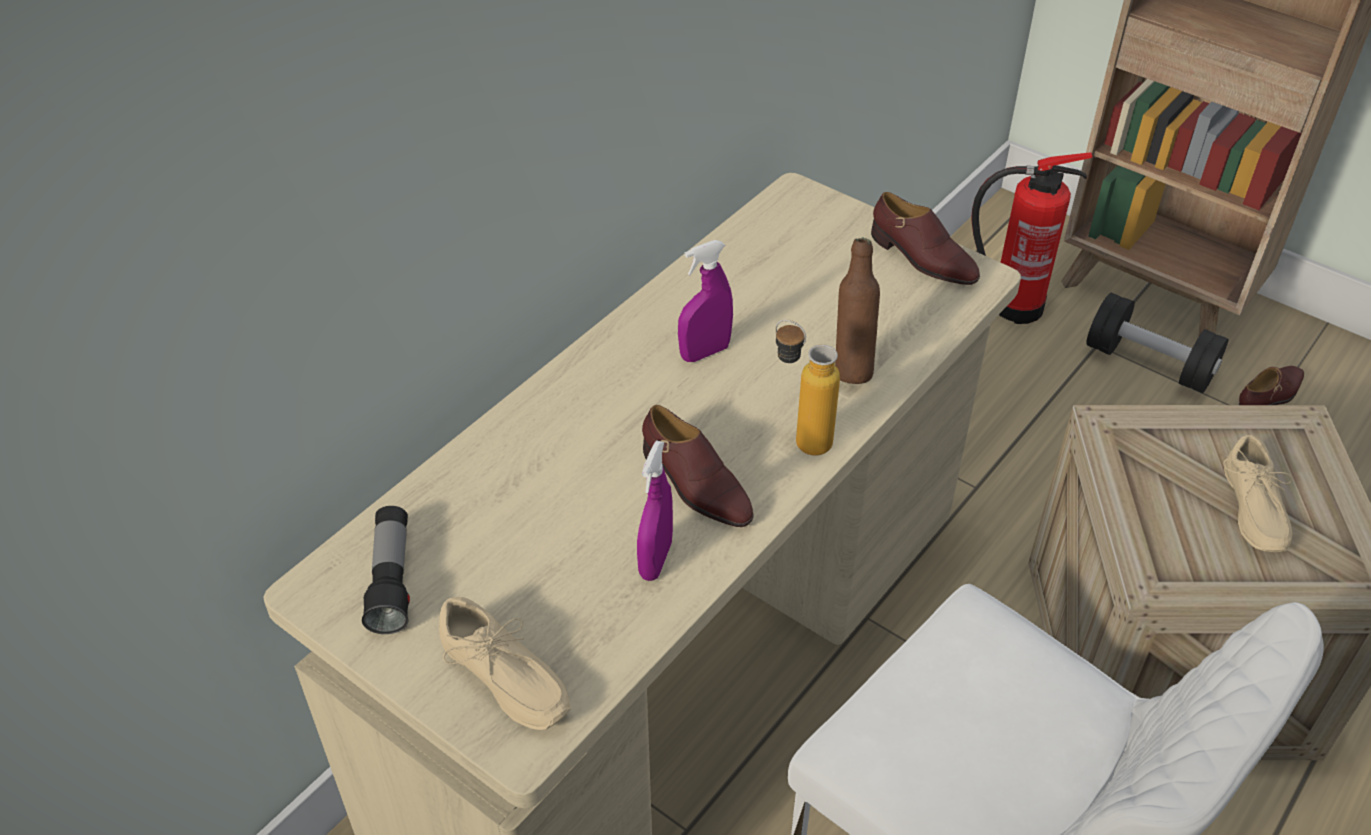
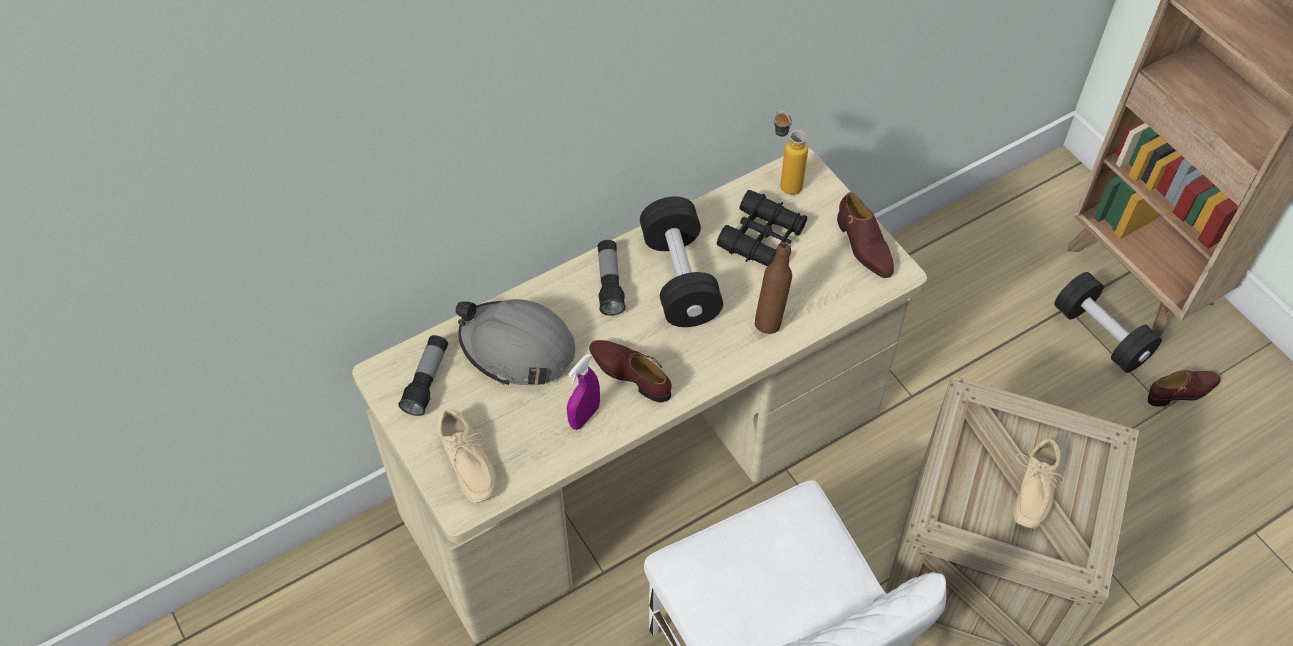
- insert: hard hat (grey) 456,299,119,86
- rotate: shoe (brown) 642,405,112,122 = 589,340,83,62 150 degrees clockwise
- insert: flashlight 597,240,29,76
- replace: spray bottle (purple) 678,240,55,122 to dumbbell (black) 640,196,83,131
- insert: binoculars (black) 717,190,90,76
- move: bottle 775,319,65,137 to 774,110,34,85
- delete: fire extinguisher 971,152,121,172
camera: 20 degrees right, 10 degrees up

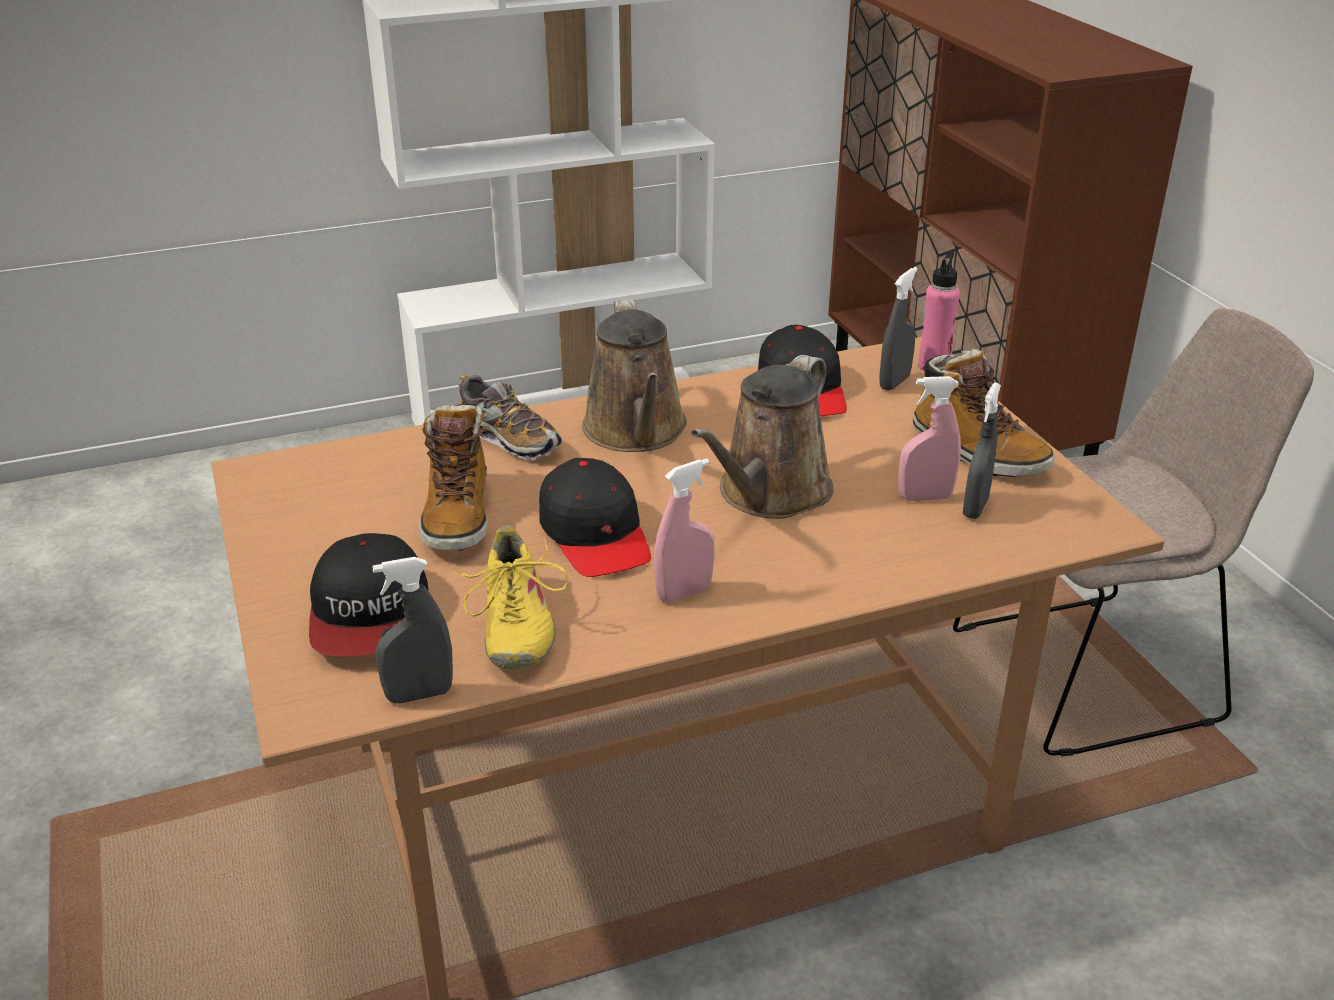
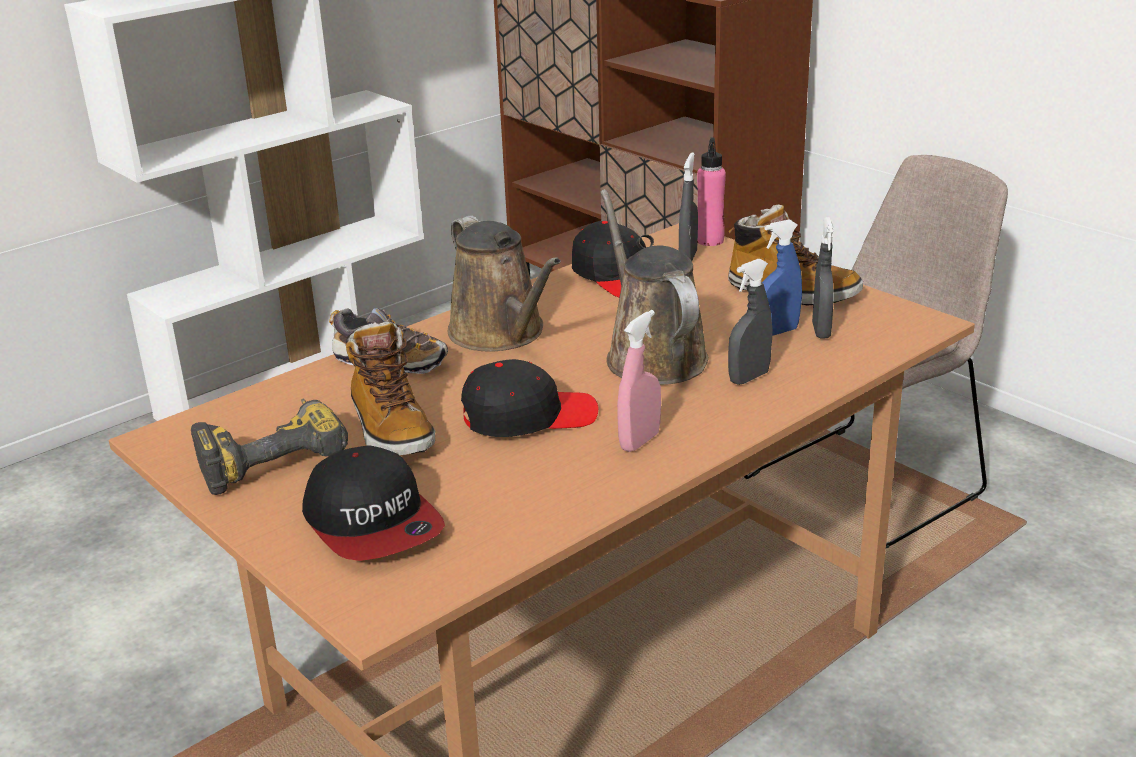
- insert: power drill 191,398,157,97
- rotate: cap (black) 539,458,112,119 = 461,359,137,78 60 degrees counterclockwise
- rotate: watering can (brown) 691,355,142,164 = 600,189,109,196 150 degrees clockwise
- move: spray bottle (grey) 372,557,81,147 to 728,259,44,126
- recolor: spray bottle (pink) 898,376,63,125 to spray bottle (blue) 762,220,40,116
- delete: shoe (yellow) 452,525,117,144
camera: 20 degrees left, 5 degrees down

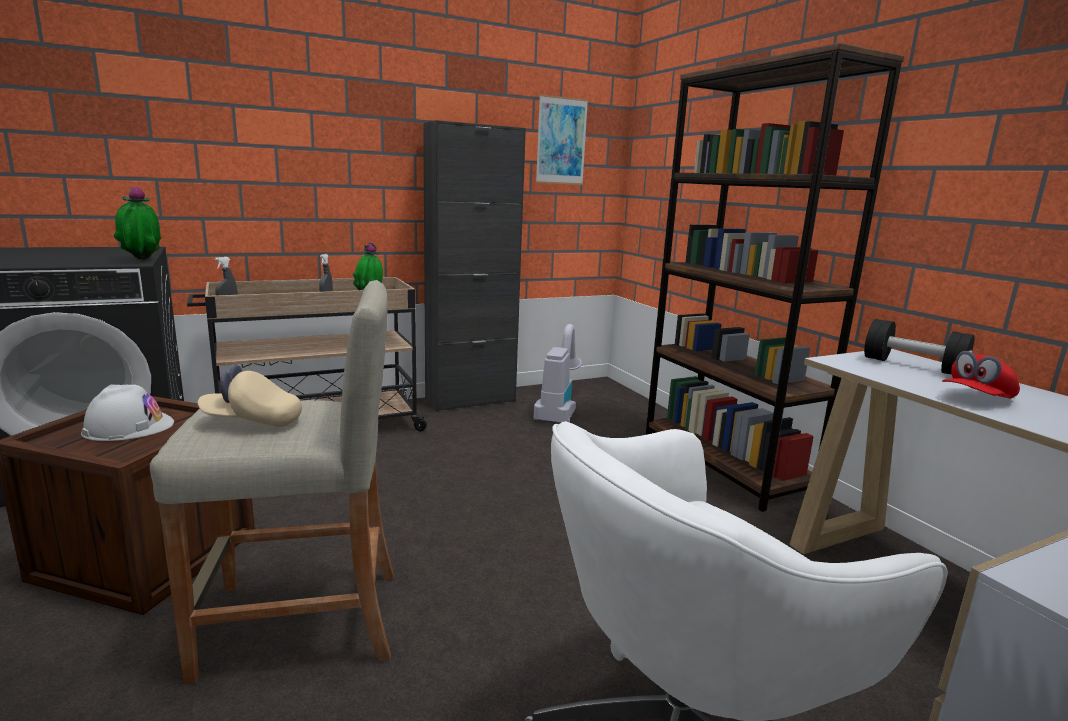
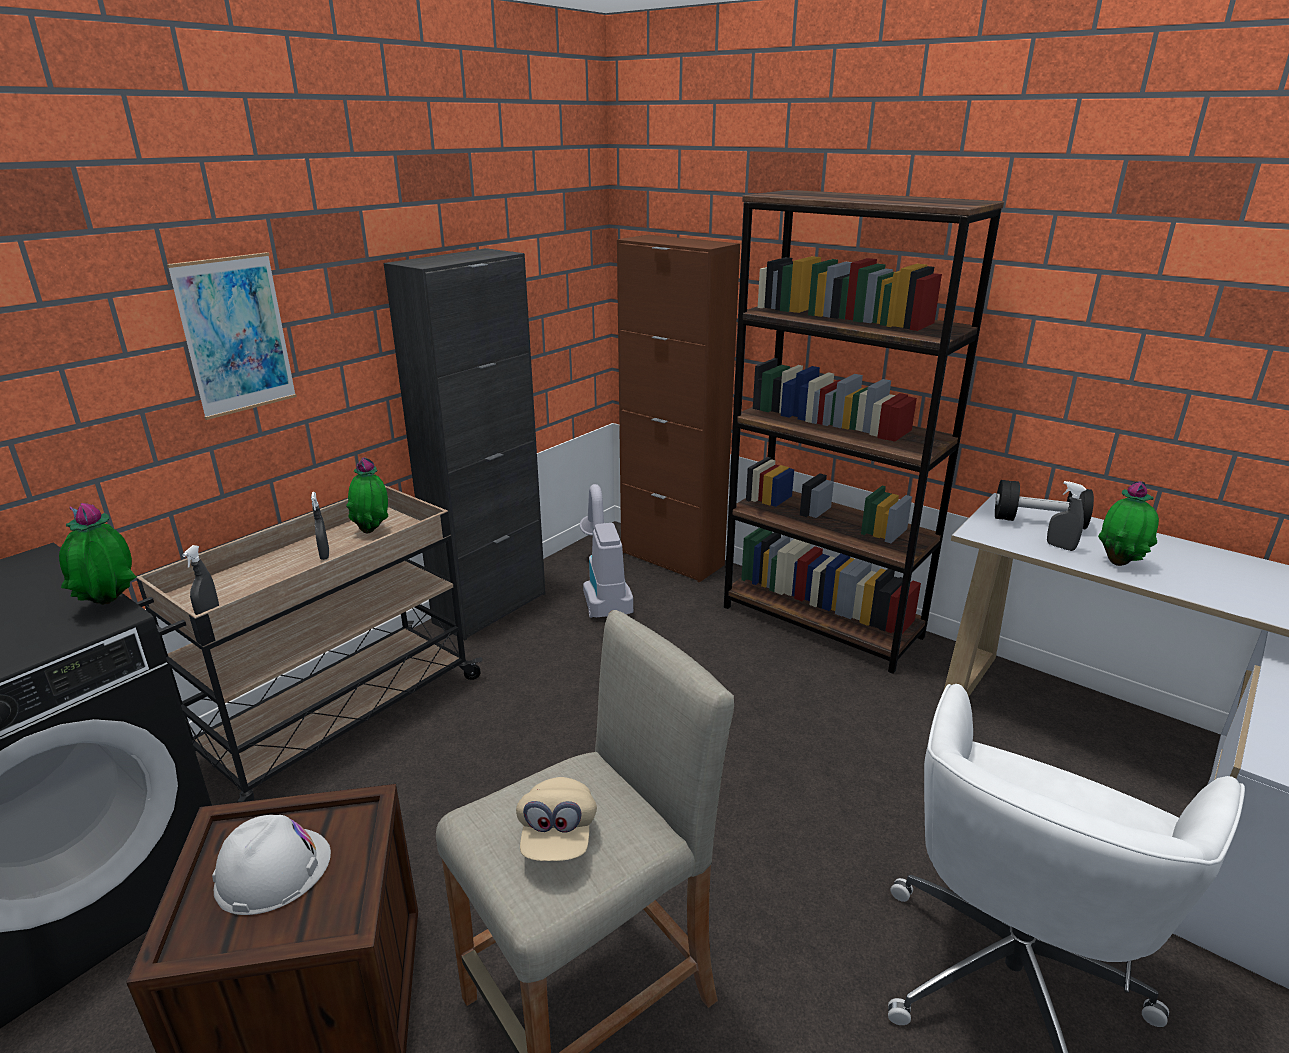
- move: picture 536,94,52,91 to 167,252,130,168
- rotate: cap (beige) 198,365,104,62 = 516,777,81,84 60 degrees counterclockwise
- insert: cabinet (brown) 617,235,123,347
- insert: spray bottle (grey) 1047,481,39,70
- replace: cap (red) 942,351,78,47 to potted plant 1098,481,61,85
camera: 25 degrees left, 10 degrees up

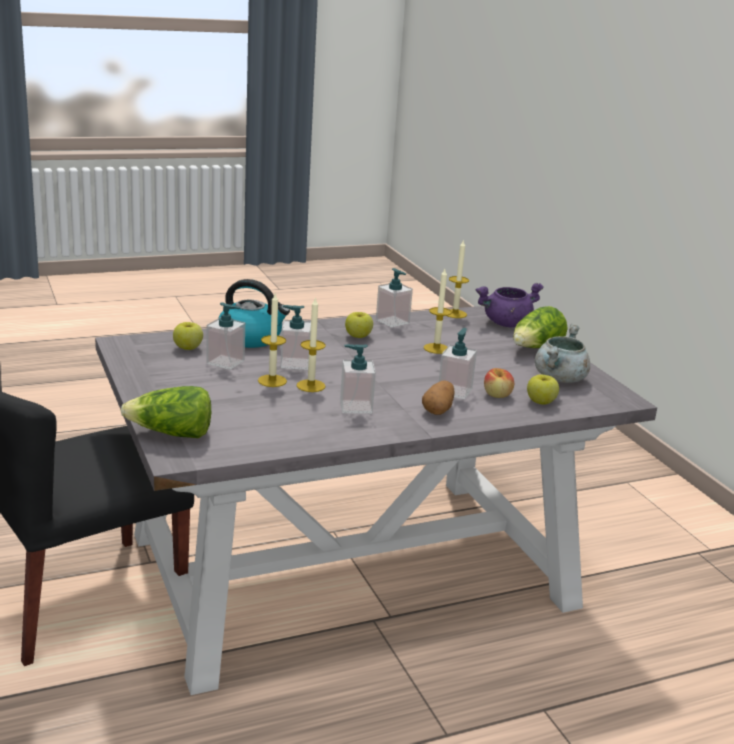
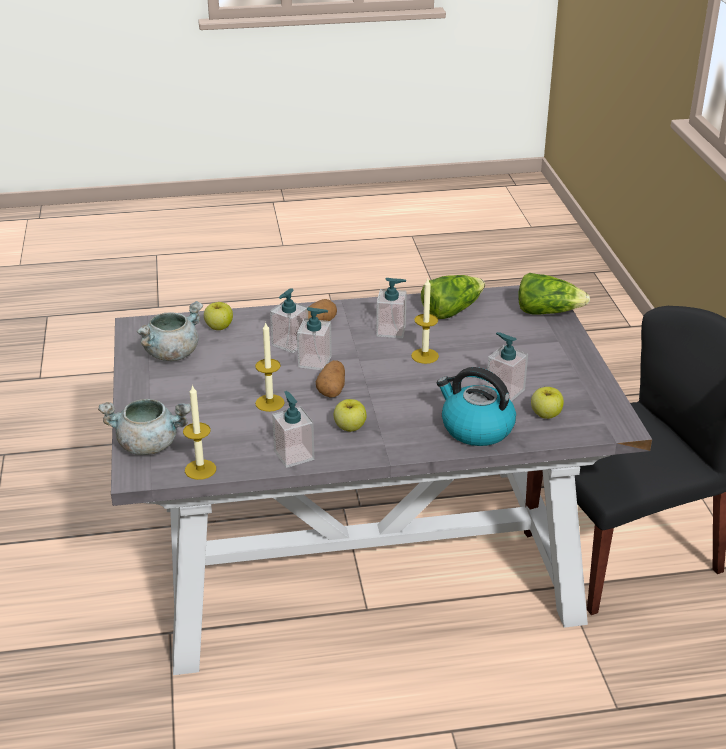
- recolor: cooking pot (purple) 475,283,69,44 to cooking pot (grey) 98,399,93,56
- move: soap dispenser 281,305,30,65 to 297,307,35,63
- insert: potato 316,360,29,38
- move: lettuce 513,306,55,42 to 421,275,64,44
- delete: candle 258,294,29,93
- delete: apple 484,368,30,30
camera: 165 degrees left, 10 degrees up

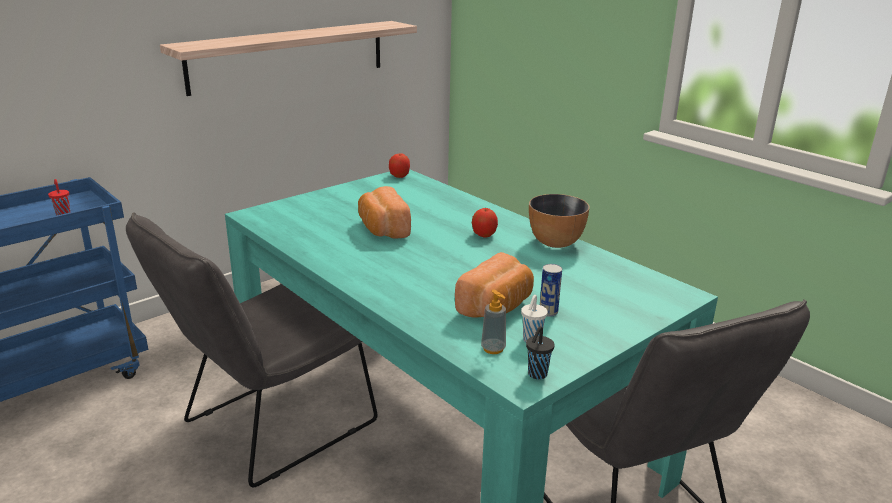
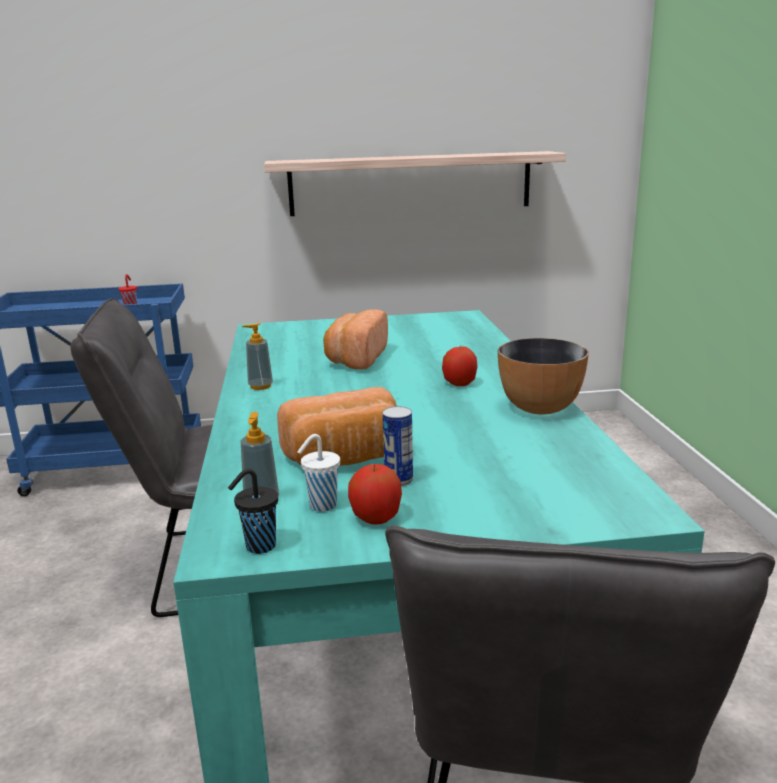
- insert: soap dispenser 242,323,31,67
- move: apple 389,153,21,25 to 348,464,54,61
camera: 35 degrees right, 5 degrees down

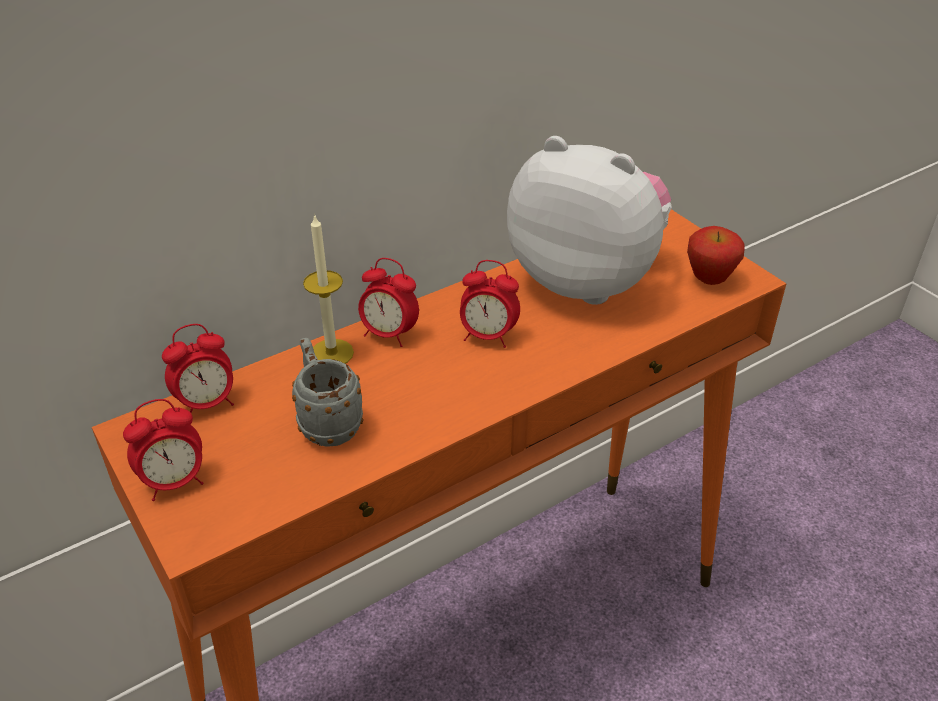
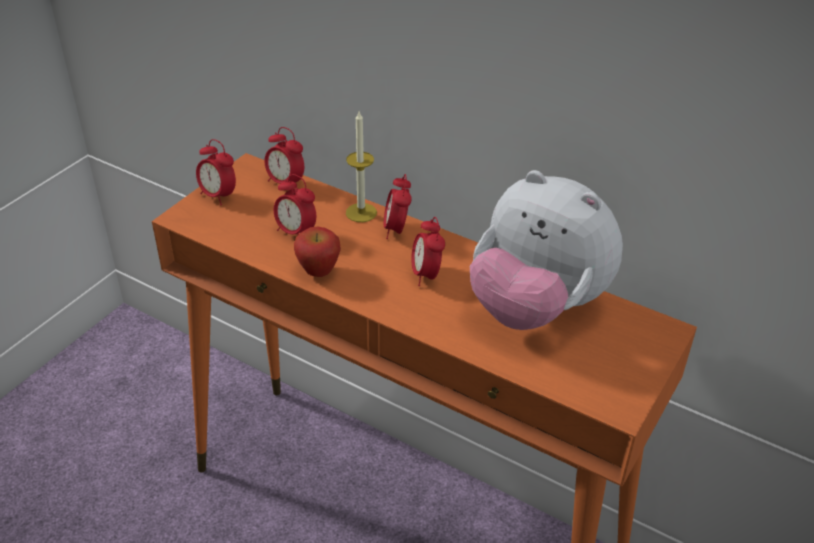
- replace: mug (grey) 292,338,71,109 to alarm clock 274,174,42,61
- move: apple 687,226,58,59 to 294,226,47,51
- rotate: plush toy 507,136,165,169 = 470,170,153,160 120 degrees clockwise
camera: 65 degrees right, 0 degrees up

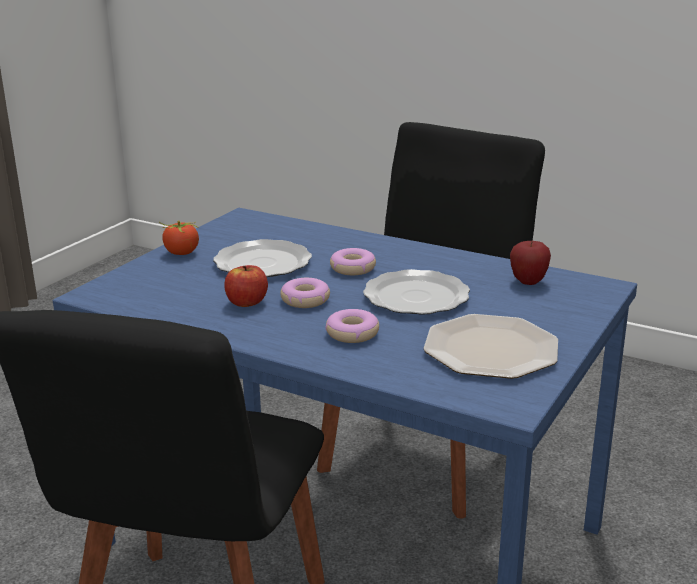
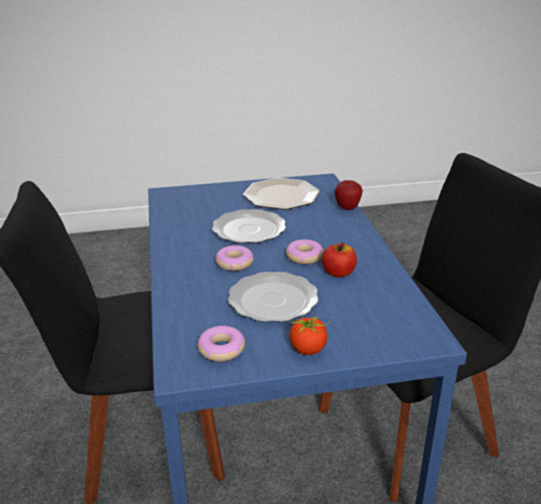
- move: donut 325,309,54,34 to 197,326,48,36
- move: apple 510,241,41,44 to 334,180,29,30
camera: 130 degrees left, 5 degrees up

